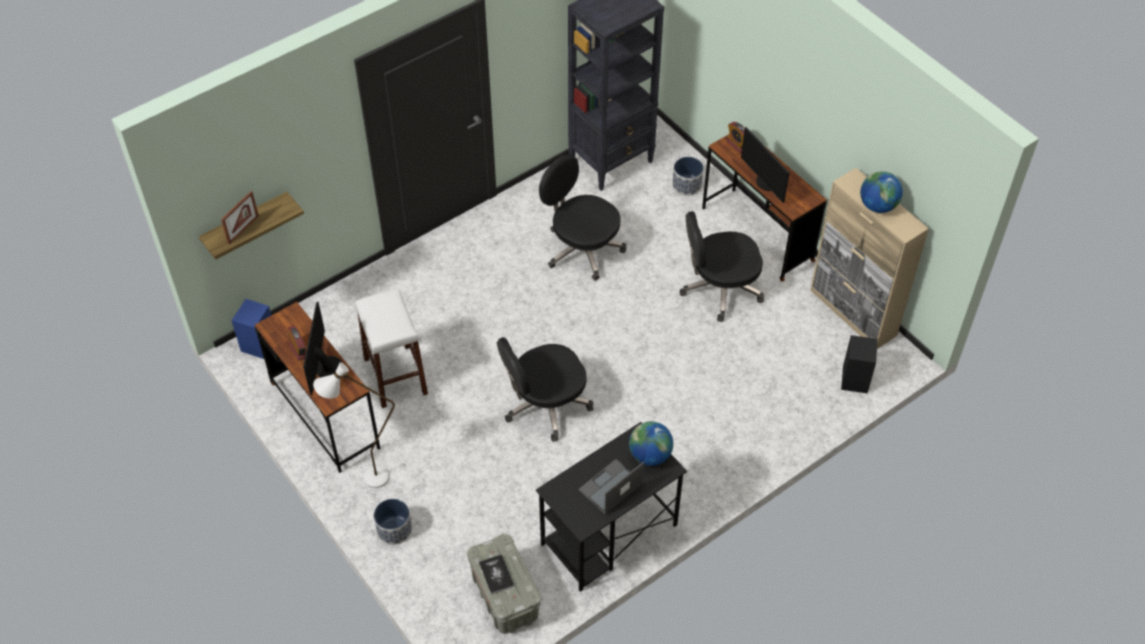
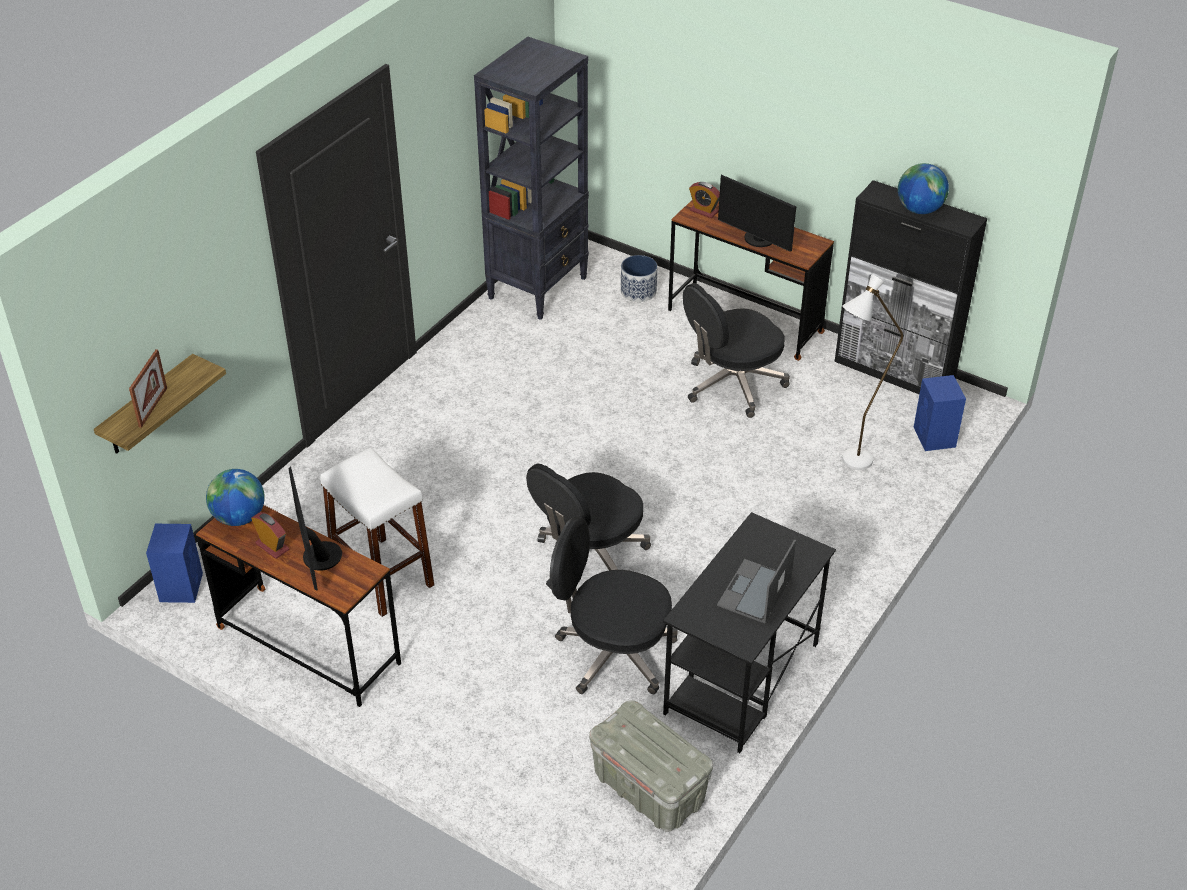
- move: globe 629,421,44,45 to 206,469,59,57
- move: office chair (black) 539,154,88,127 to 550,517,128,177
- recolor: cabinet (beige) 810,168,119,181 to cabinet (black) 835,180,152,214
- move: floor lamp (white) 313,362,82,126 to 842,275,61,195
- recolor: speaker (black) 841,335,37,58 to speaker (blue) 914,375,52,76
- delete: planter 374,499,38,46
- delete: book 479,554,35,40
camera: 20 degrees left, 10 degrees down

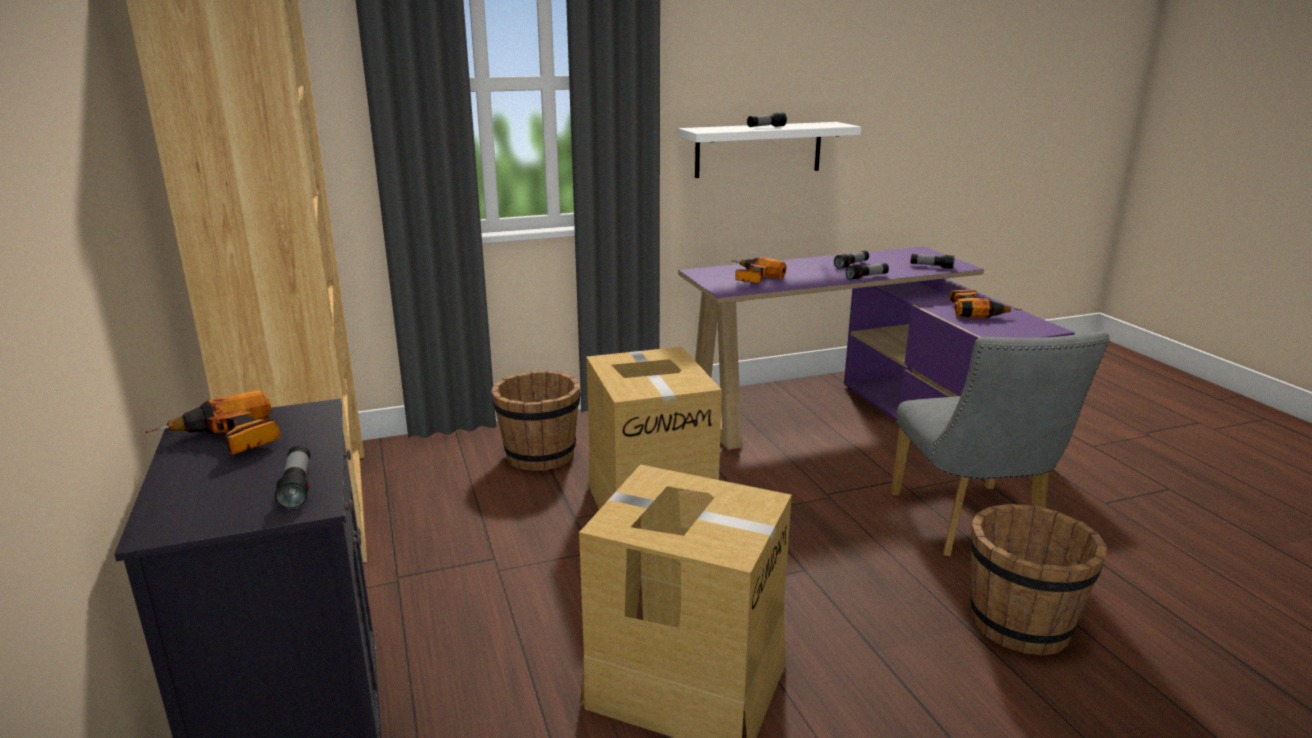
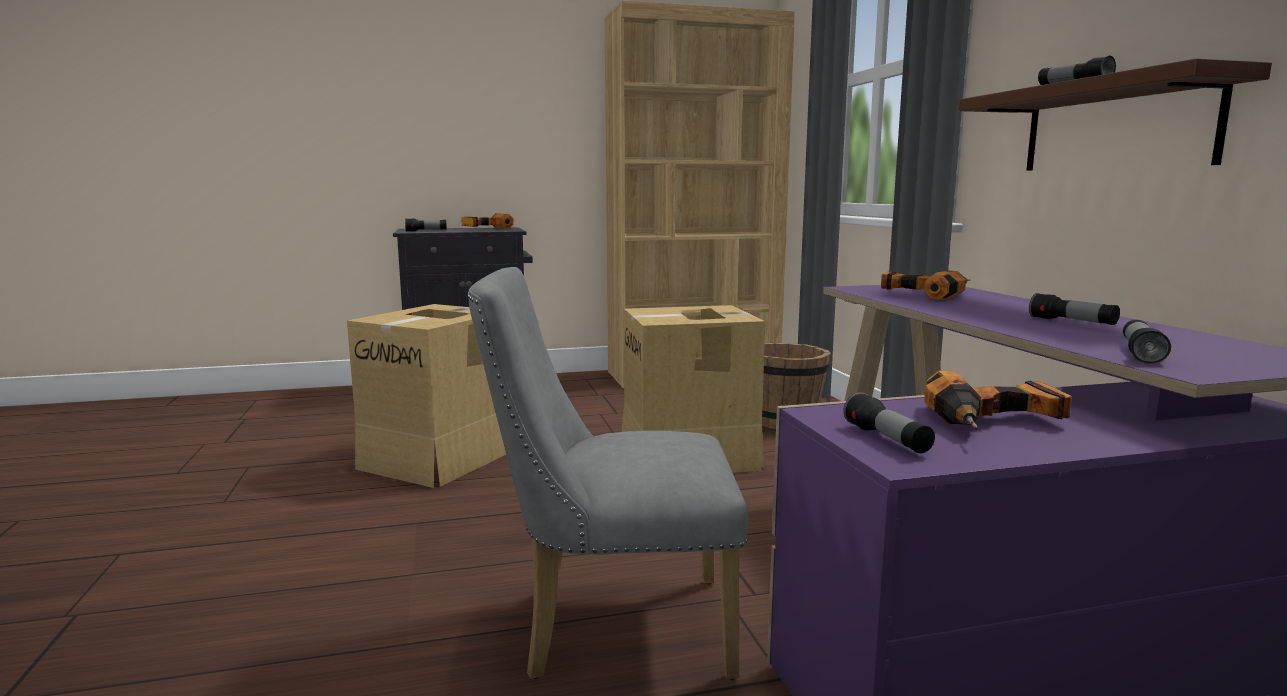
- move: flashlight 846,263,43,17 to 843,392,92,61
- recolor: shelf (white) 678,122,183,56 to shelf (brown) 959,58,313,113
- delete: bucket (brown) 971,504,136,151
camera: 95 degrees right, 10 degrees down

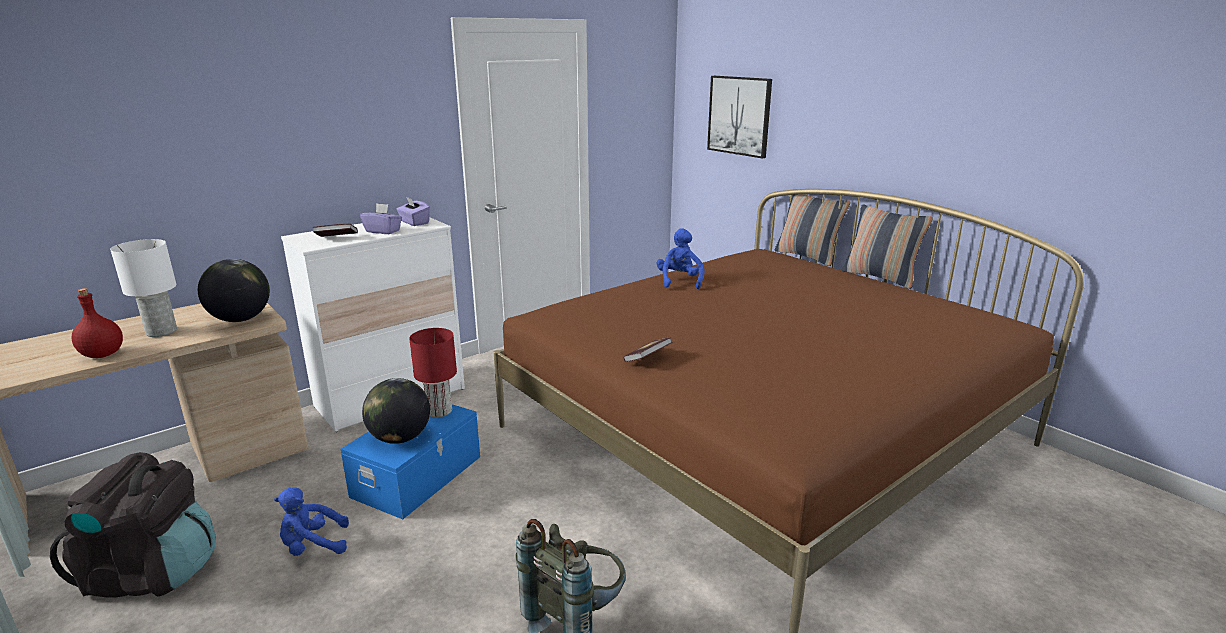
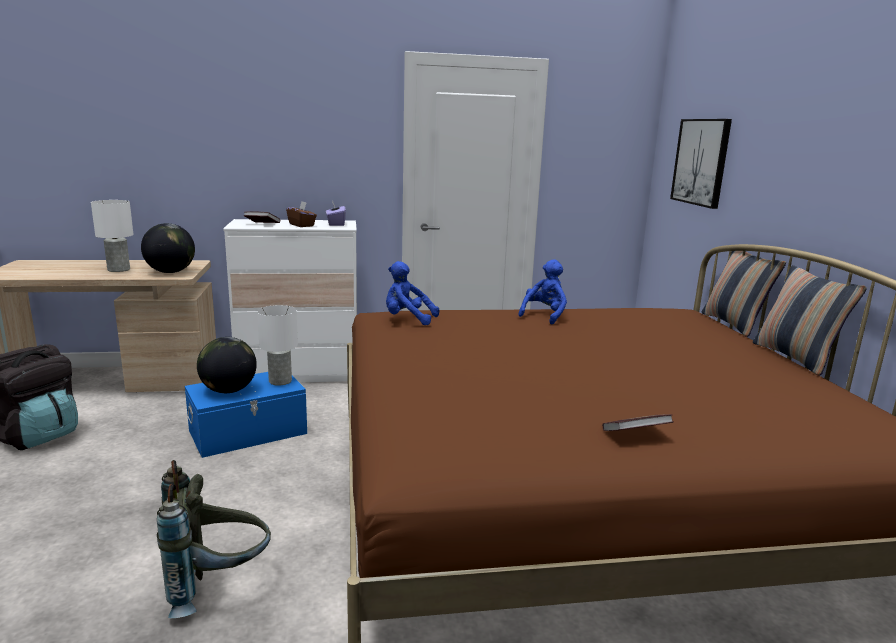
- recolor: table lamp (red) 409,328,48,89 to table lamp (white) 257,305,41,81
- recolor: tissue box (purple) 360,203,42,31 to tissue box (brown) 286,201,31,26
- move: plush toy (blue) 274,487,75,69 to 386,261,53,64
- move: book 623,337,49,25 to 602,414,72,17
- delete: bottle (red) 72,288,51,70
camera: 30 degrees right, 5 degrees down

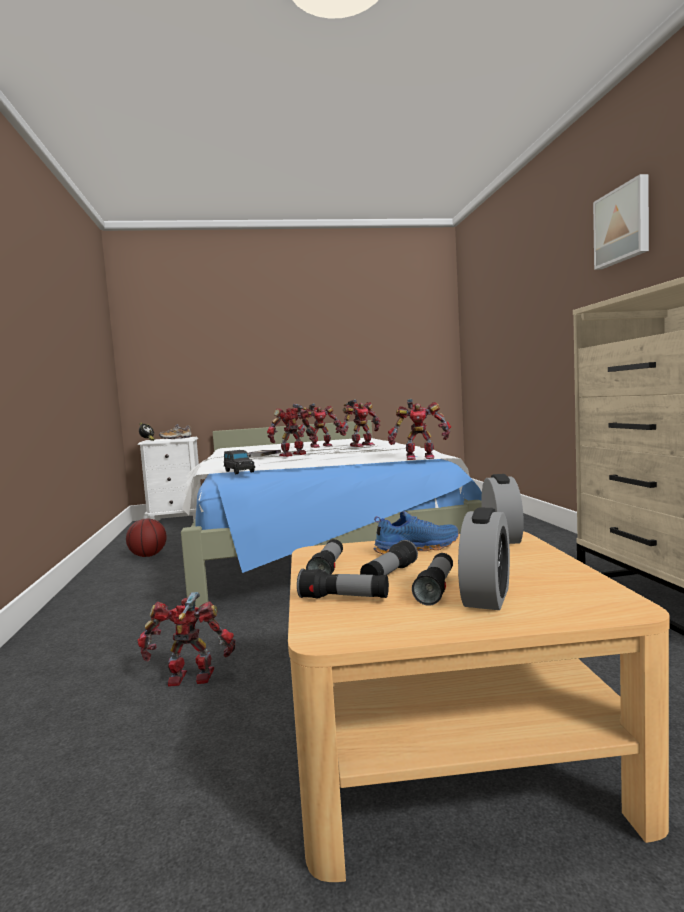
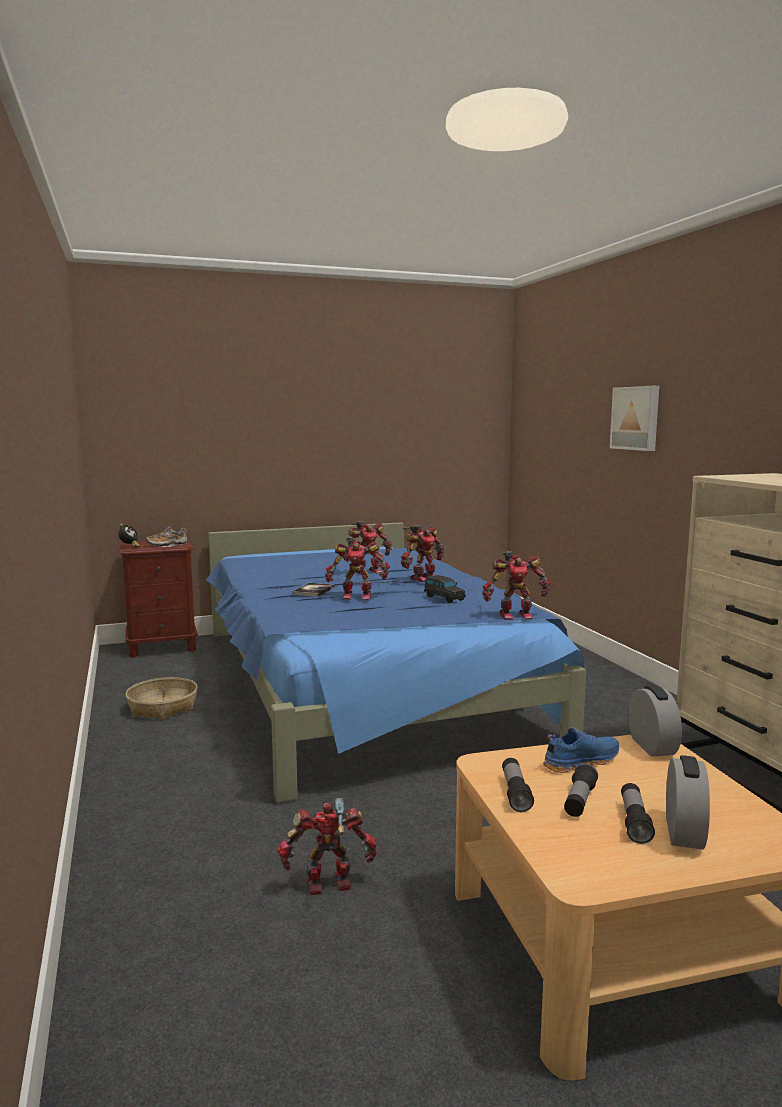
- recolor: nightstand (white) 138,437,63,85 to nightstand (brown) 119,539,79,119
- replace: basketball 126,518,41,39 to basket 125,677,73,43
- recolor: bed (white) 181,420,301,188 to bed (blue) 206,522,380,281
- rotate: toy robot 267,404,49,53 = 325,537,65,63 135 degrees counterclockwise
- move: toy car (black) 224,450,31,24 to 424,575,42,28
- move: picture 593,174,56,96 to 610,386,49,65
- delete: flashlight 297,569,92,30
camera: 10 degrees left, 5 degrees up

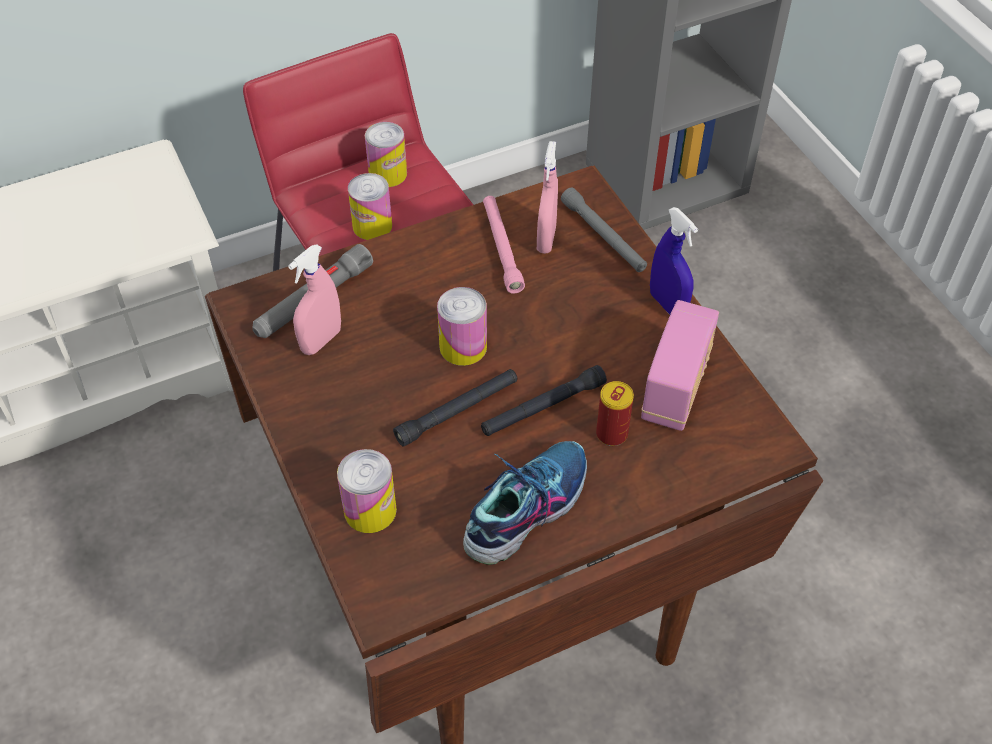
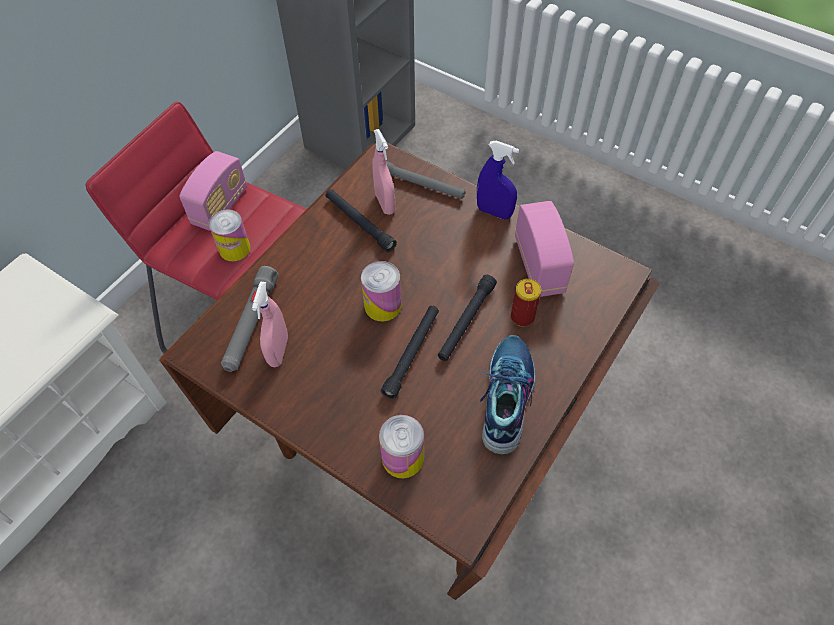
- replace: can 365,122,42,65 to radio 179,151,68,80
- recolor: flashlight (pink) 483,196,42,98 to flashlight (black) 326,189,71,63
camera: 30 degrees left, 5 degrees up

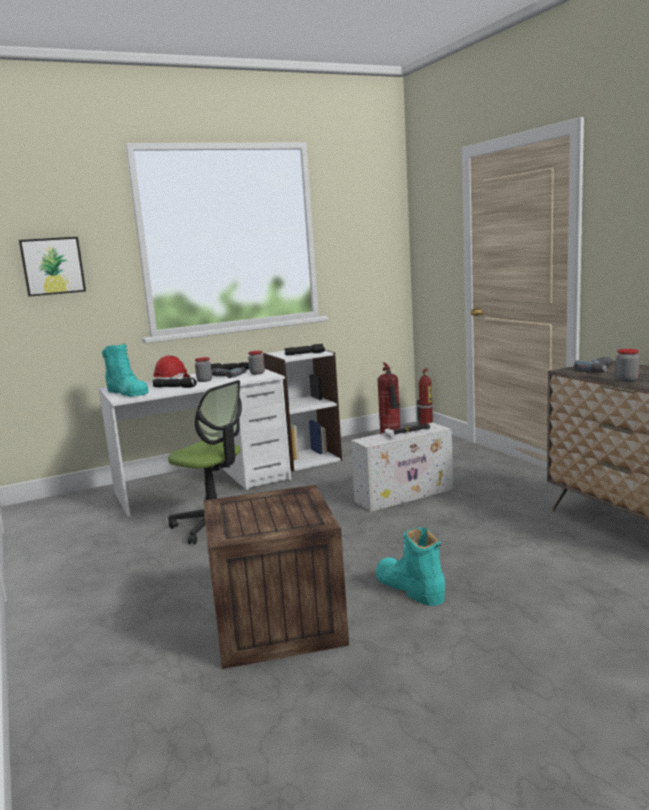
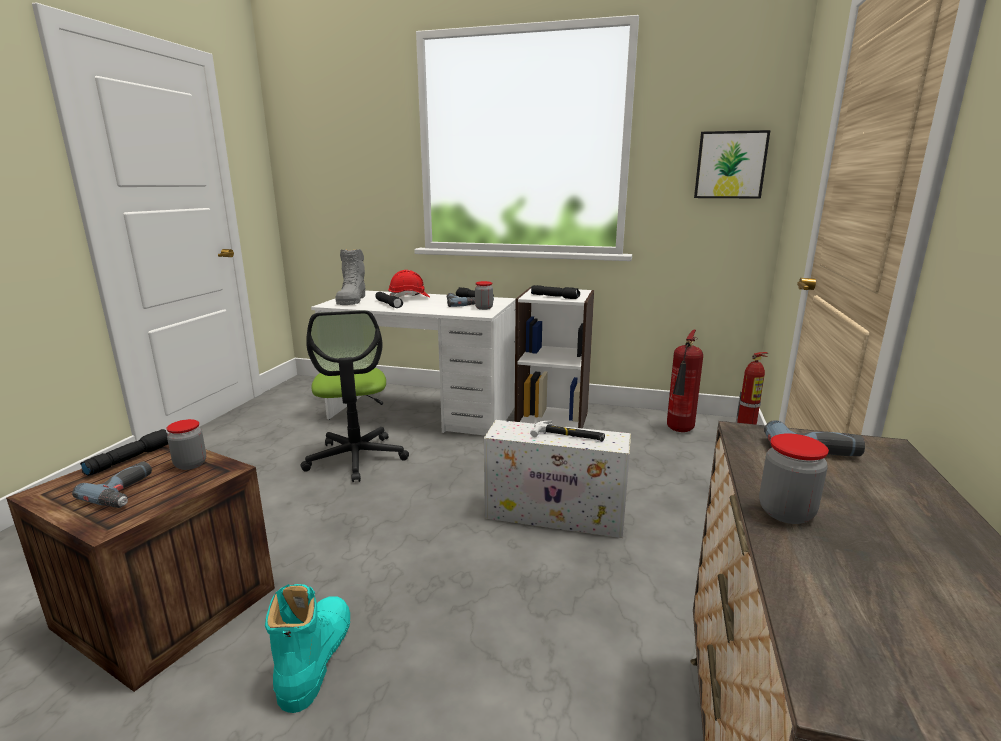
- insert: power drill 72,461,80,47
- insert: flashlight (black) 80,429,88,47
- move: jar 195,357,17,25 to 166,419,40,51
- recolor: boot (turquoise) 102,343,46,54 to boot (grey) 335,249,30,56
- move: picture 19,237,67,59 to 694,130,76,68
camera: 40 degrees right, 5 degrees up

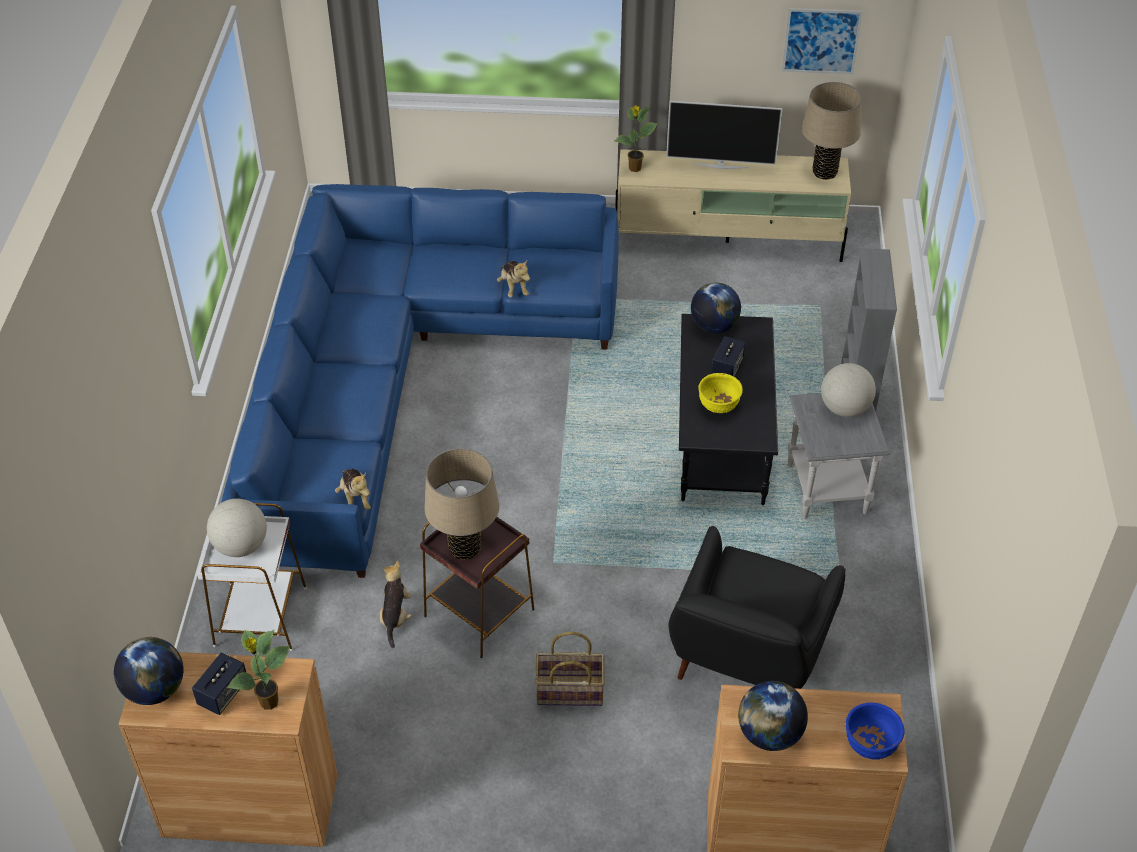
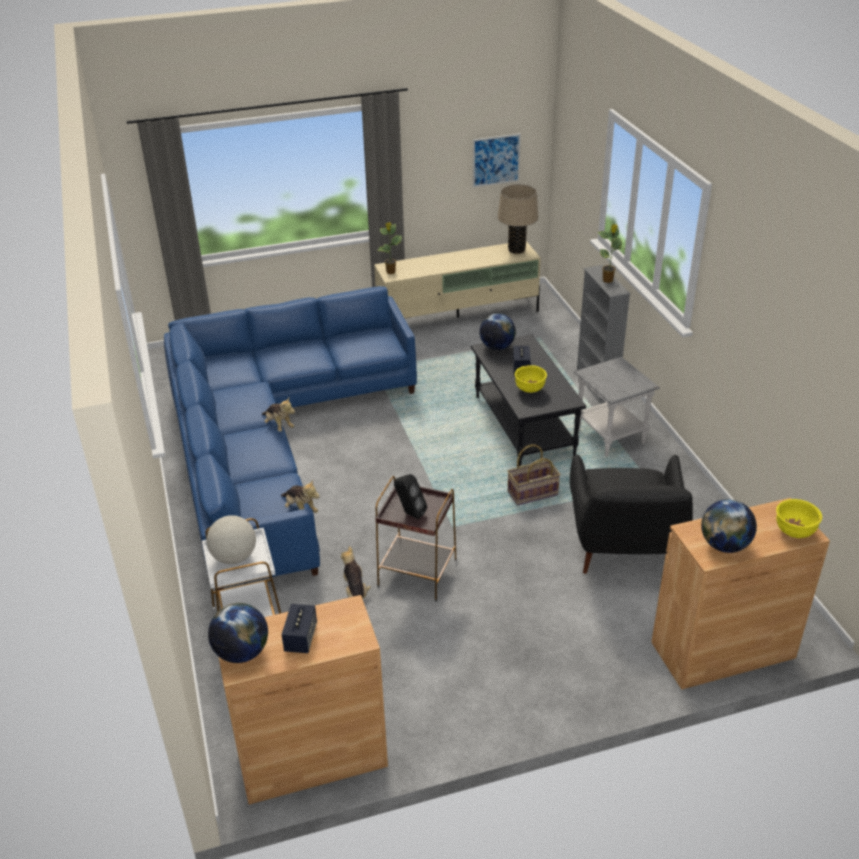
- move: plush toy 497,261,33,37 to 262,398,33,34
- replace: table lamp (beige) 424,448,75,112 to speaker (black) 394,474,33,45
- move: basket 535,632,70,74 to 507,444,54,61
- move: potted plant 227,629,63,81 to 597,224,27,59
- recolor: bowl (blue) 846,703,58,57 to bowl (yellow) 776,499,46,39
- delete: television 666,101,116,68
- delete: globe 821,363,55,54
camera: 20 degrees left, 10 degrees down

